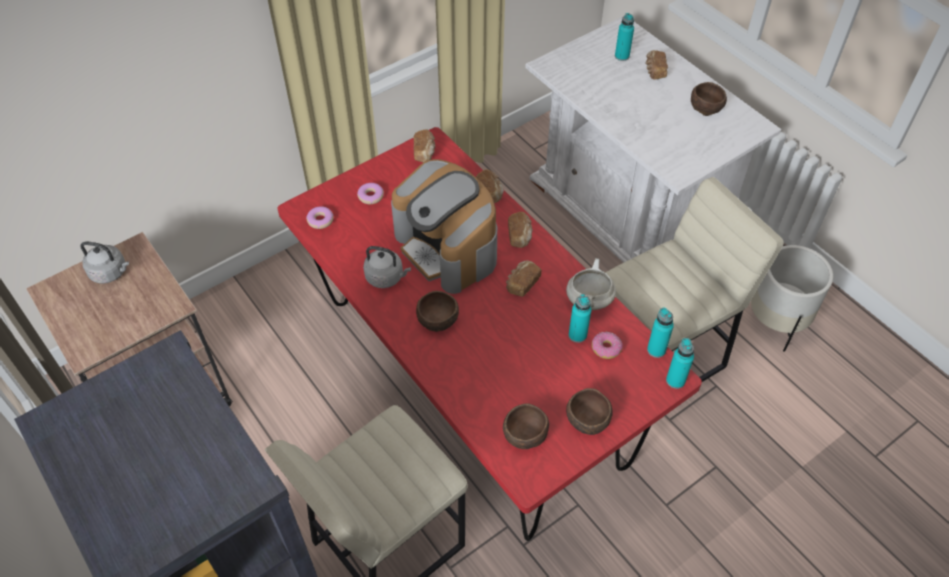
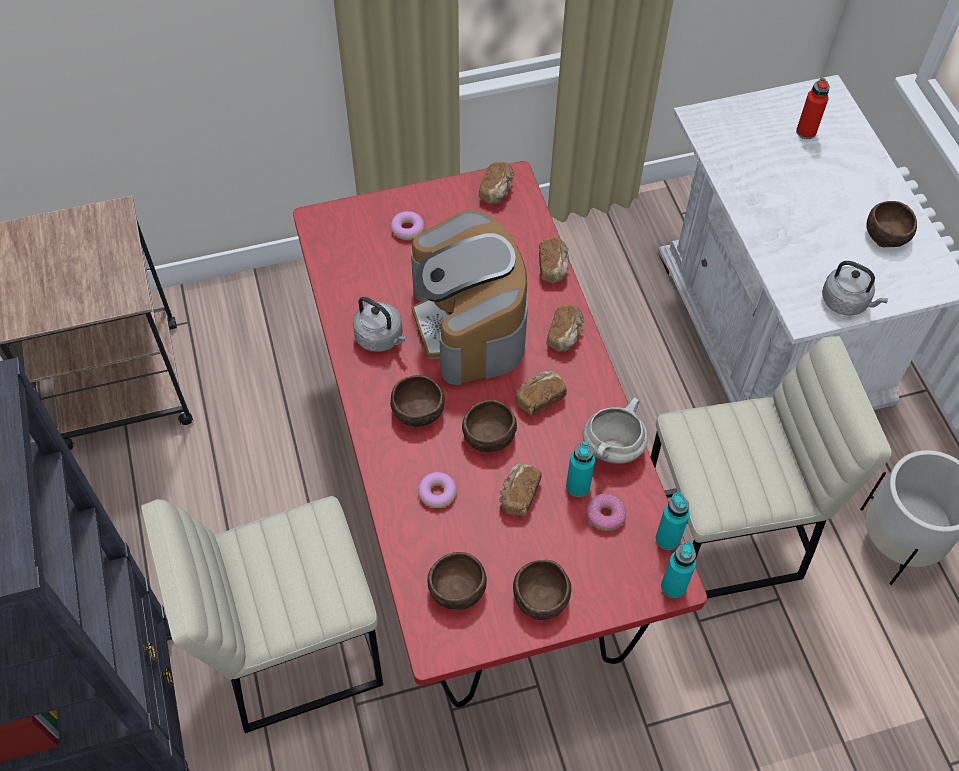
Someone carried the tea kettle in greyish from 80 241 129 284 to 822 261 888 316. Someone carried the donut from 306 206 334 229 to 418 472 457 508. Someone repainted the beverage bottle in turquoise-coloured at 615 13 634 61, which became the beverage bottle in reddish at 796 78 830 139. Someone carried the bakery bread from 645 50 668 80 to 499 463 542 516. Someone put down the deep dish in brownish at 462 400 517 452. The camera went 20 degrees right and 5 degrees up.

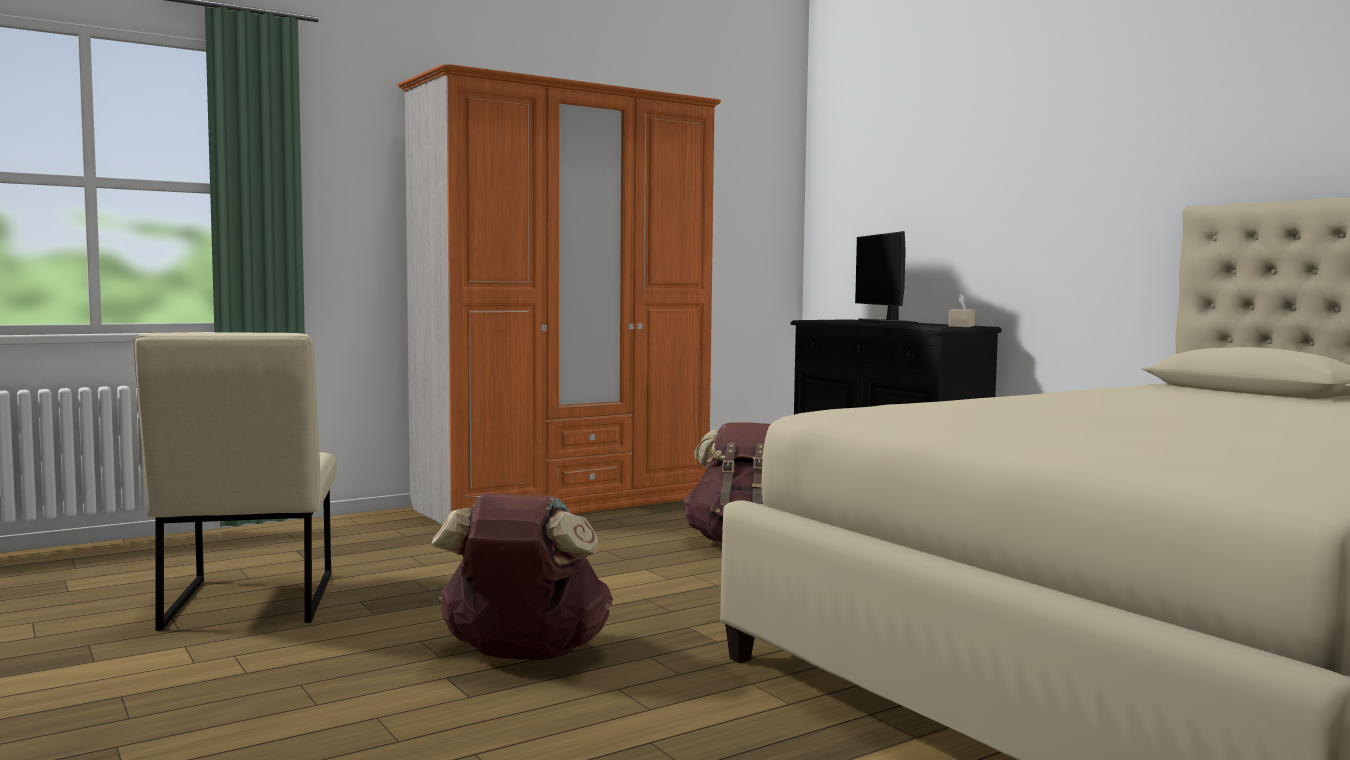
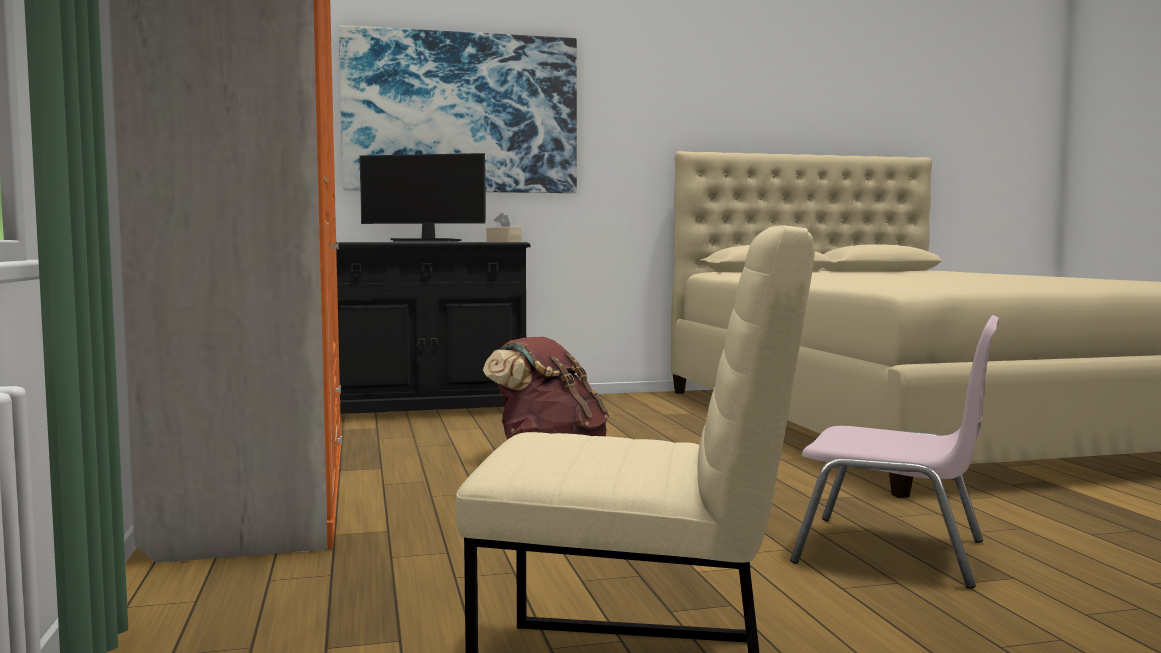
Someone swapped the rucksack in brownish at 431 493 613 660 for the plain chair in pinkish at 790 315 999 589. Someone put up the wall art at 339 25 577 193. The camera went 70 degrees left and 0 degrees up.

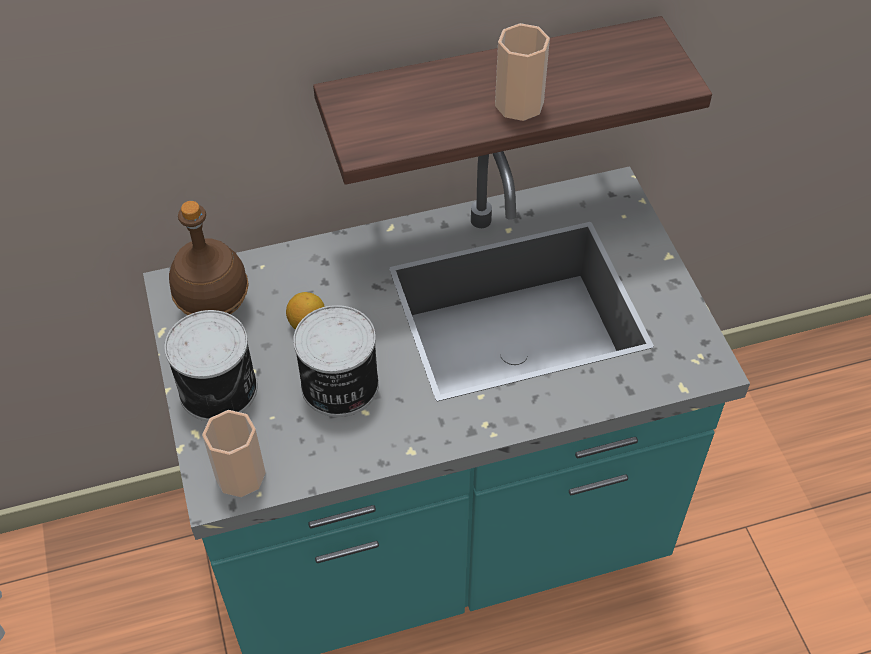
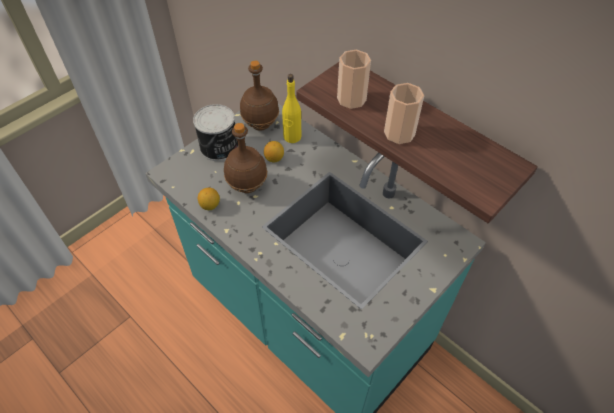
Someone carried the cup from 202 410 266 497 to 337 50 371 109. Someone swapped the metal can at 293 305 379 417 for the beverage bottle in brownish at 224 123 267 193. Someone put down the whole lemon at 198 188 220 210. Someone put down the beverage bottle in yellow-coloured at 282 74 301 143. The camera went 60 degrees right and 0 degrees up.

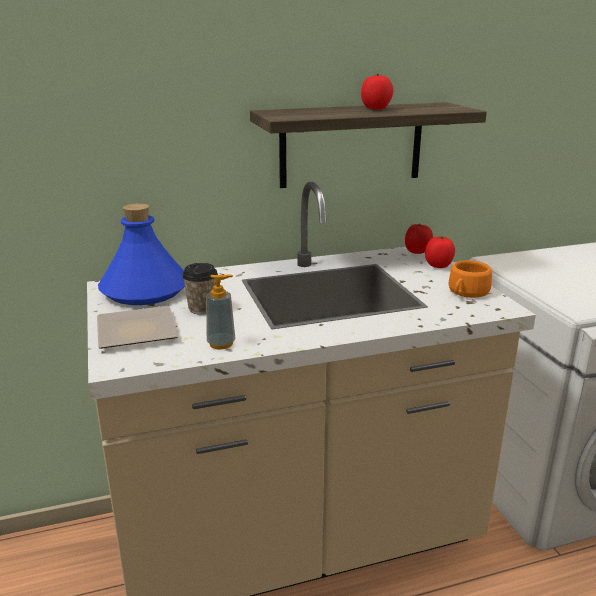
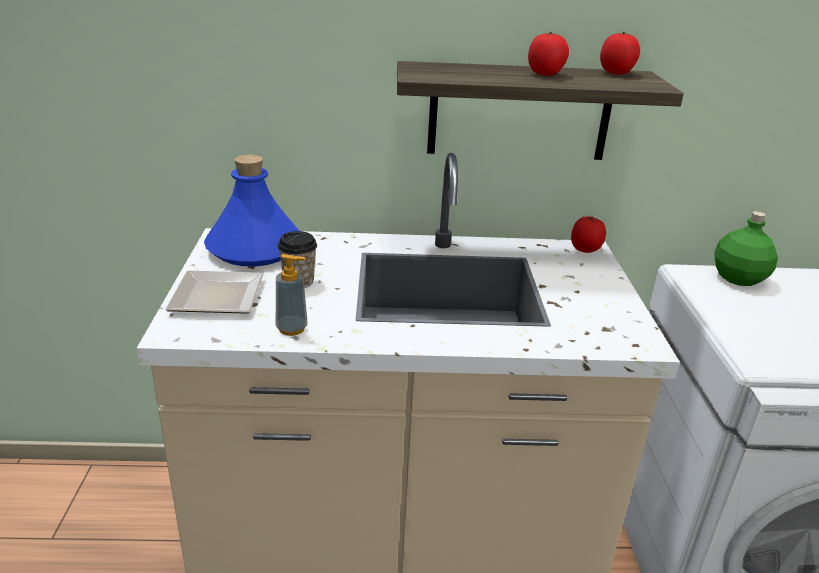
Someone carried the whole tomato from 425 237 455 268 to 600 32 640 75. Someone took away the cup in orange at 448 260 492 298. Someone put down the beverage bottle in greenish at 715 211 778 286. The camera went 15 degrees right and 5 degrees up.

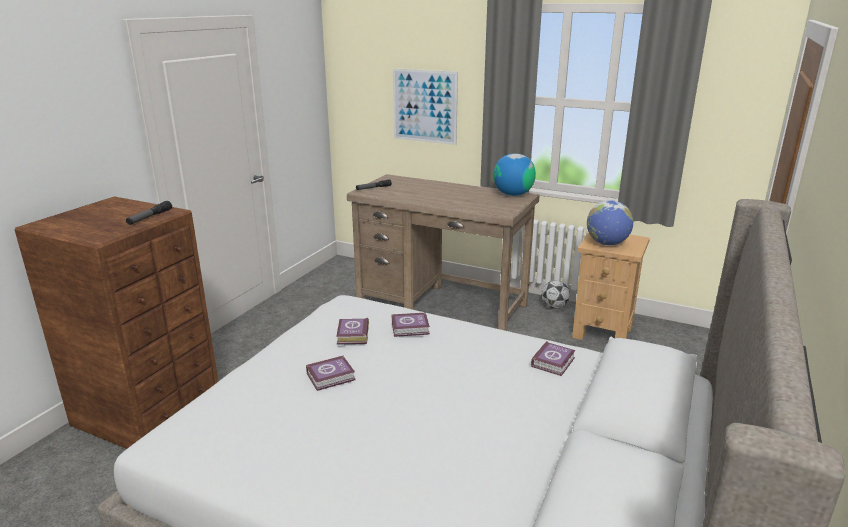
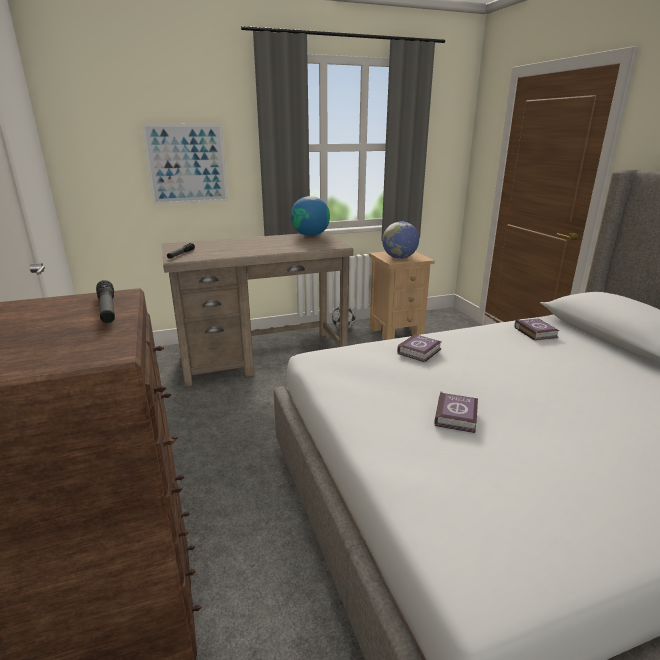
Someone took away the volume at 336 318 369 344. The camera went 45 degrees left and 0 degrees up.

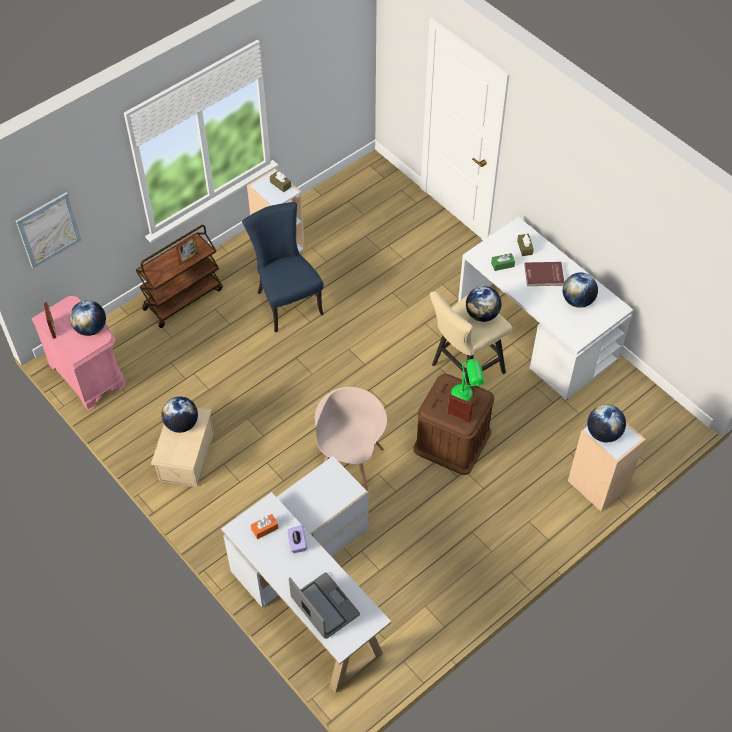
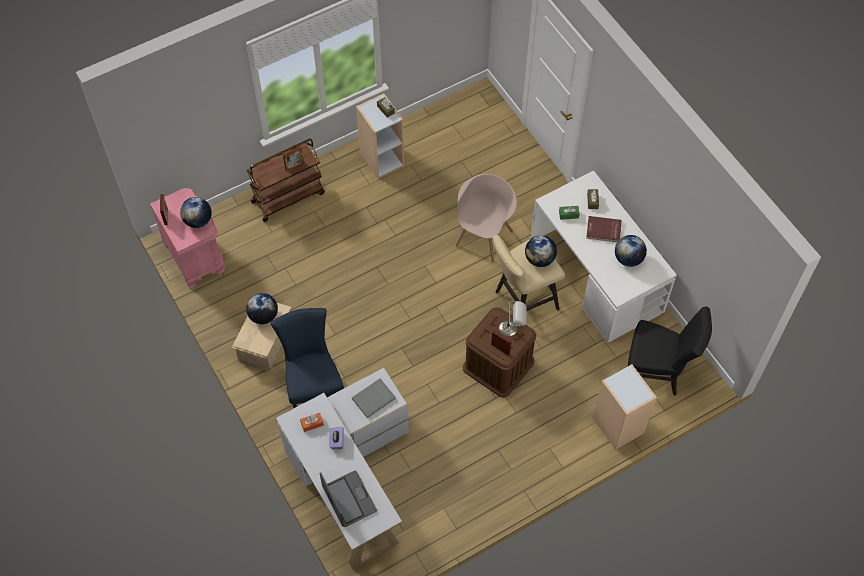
Someone took away the wall art at 16 192 81 268. Someone carried the plain chair in bluish from 242 202 324 333 to 271 308 344 408. Someone carried the plain chair in beige-coloured from 315 387 387 491 to 455 174 517 262. Someone repainted the lamp for a table in greenish at 451 359 484 401, which became the lamp for a table in white-coloured at 499 301 527 336. Someone took away the globe at 587 404 626 442. Someone put down the volume in greyish at 352 379 396 418. Someone put down the plain chair in black at 628 306 712 396. The camera went 10 degrees right and 5 degrees up.

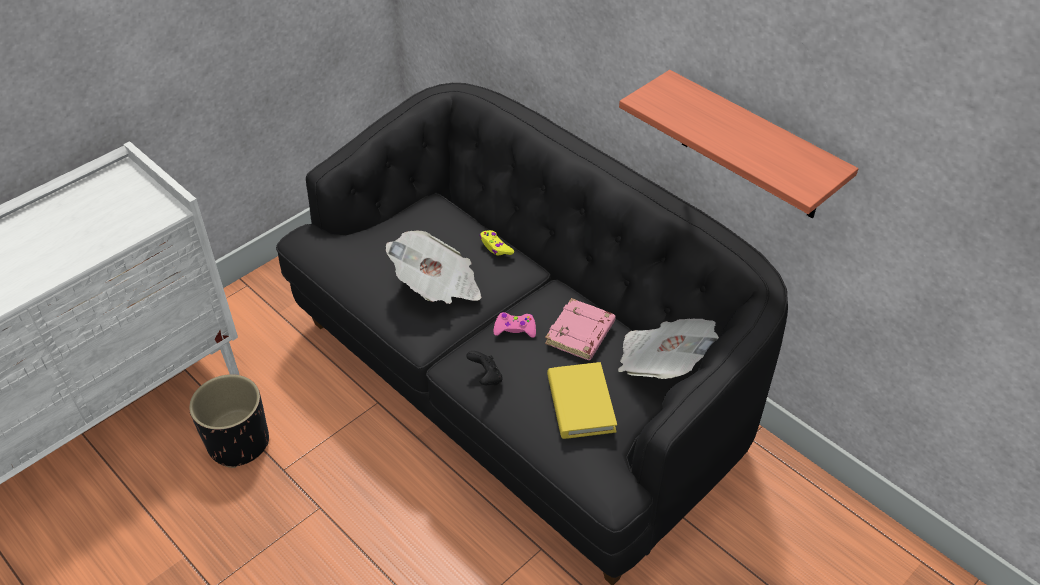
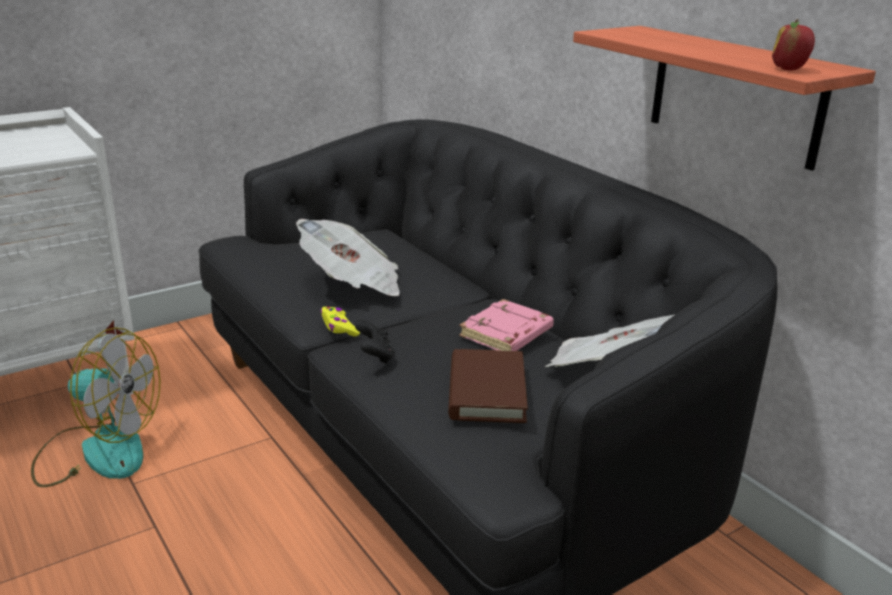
Someone swapped the planter in black at 189 374 269 468 for the fan at 31 327 161 487. Someone carried the joypad in yellow-coloured from 480 230 514 255 to 321 307 360 337. Someone took away the joypad in pinkish at 493 312 536 338. Someone repainted the volume in yellow-coloured at 547 362 617 439, which became the volume in brownish at 448 349 528 423. Someone put down the apple fruit at 772 19 815 70. The camera went 10 degrees right and 20 degrees down.

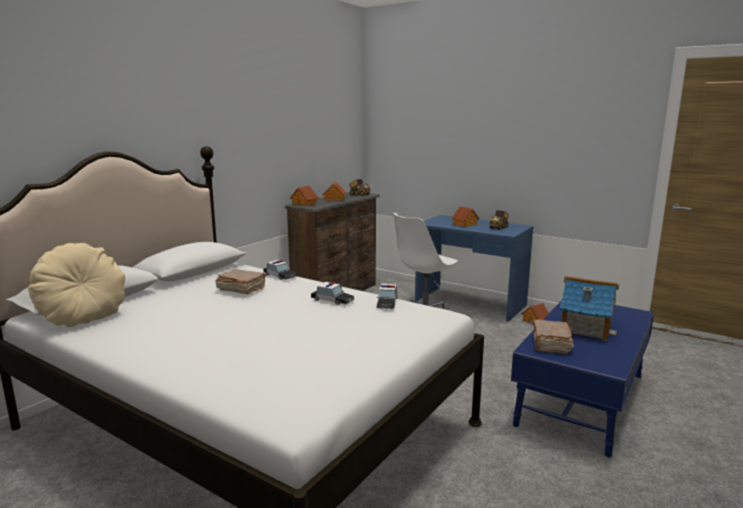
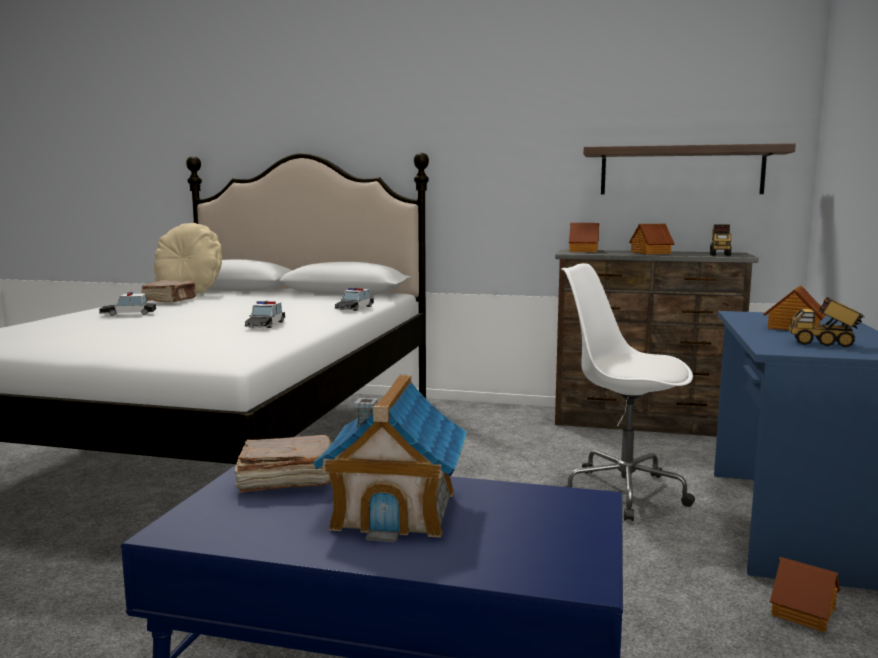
Someone carried the volume in brownish from 215 269 266 294 to 141 280 196 303. Someone carried the toy car from 377 284 397 309 to 99 292 156 316. Someone put up the shelf at 583 143 796 194. The camera went 70 degrees right and 5 degrees down.

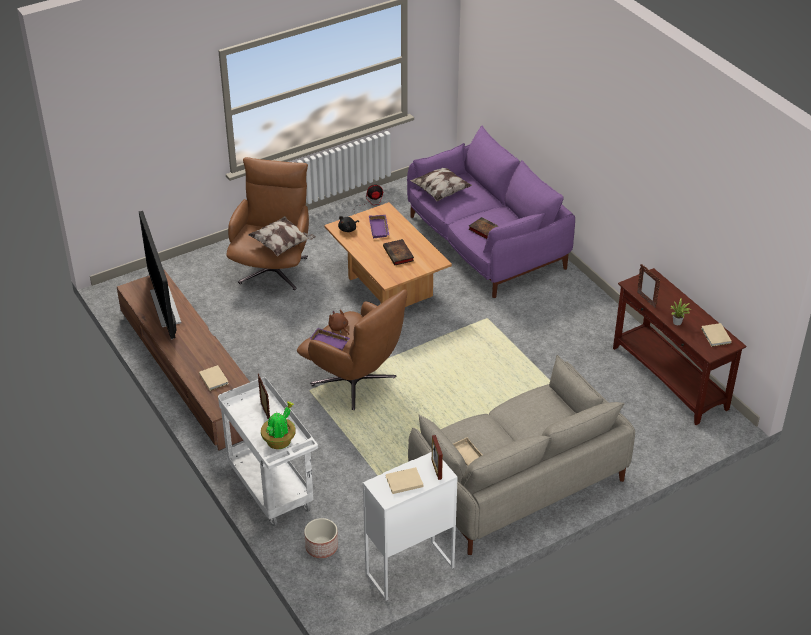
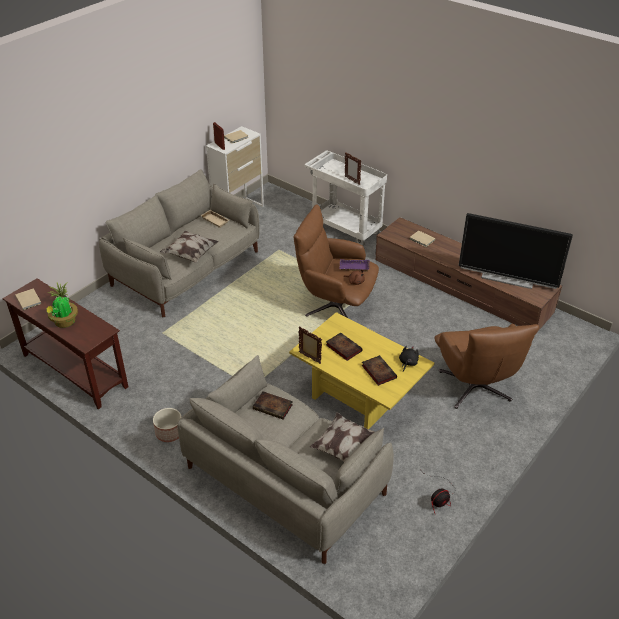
Someone rotated the TV set at 139 211 181 339 by 150 degrees clockwise. Someone carried the throw pillow from 248 216 316 256 to 160 231 219 263. Someone carried the houseplant from 261 401 296 449 to 47 296 78 328. Someone carried the planter from 304 518 338 558 to 153 408 182 442. Someone repainted the low table in brownish at 324 202 452 307, which became the low table in yellow-coloured at 289 312 434 429. Someone swapped the carrying tray in purplish at 369 215 390 238 for the volume at 362 355 397 386. Someone repainted the settee in purplish at 407 126 575 298, which became the settee in beige-coloured at 177 355 394 564. Someone carried the photo frame from 637 264 661 308 to 298 326 322 364. The camera went 160 degrees right and 0 degrees up.

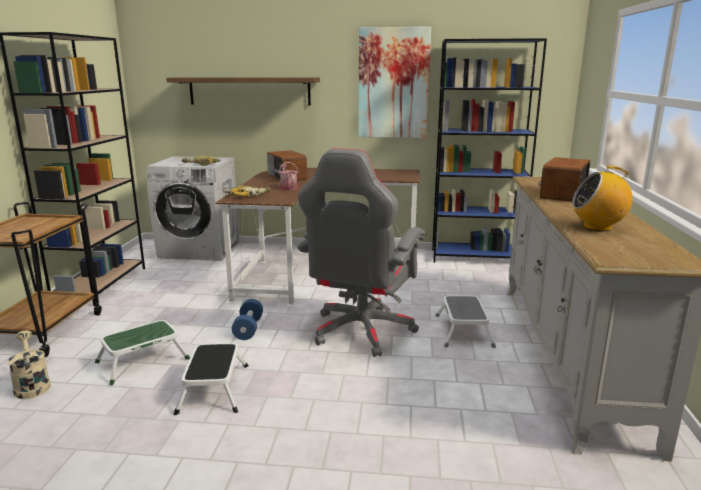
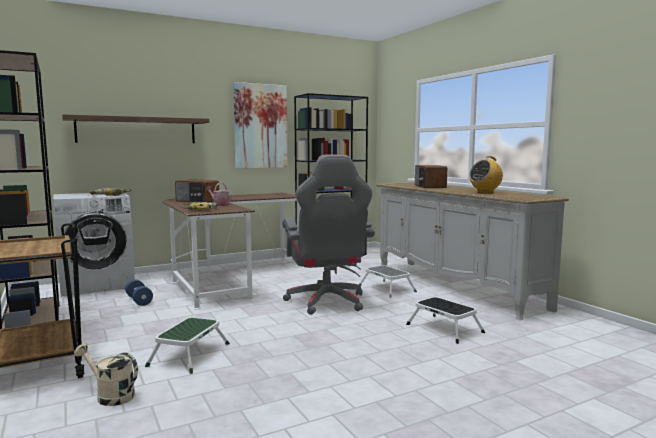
Someone carried the step ladder in black from 174 343 248 415 to 406 297 485 344. Someone carried the hand weight in bluish from 232 299 263 340 to 125 280 153 306. The camera went 35 degrees left and 10 degrees down.

